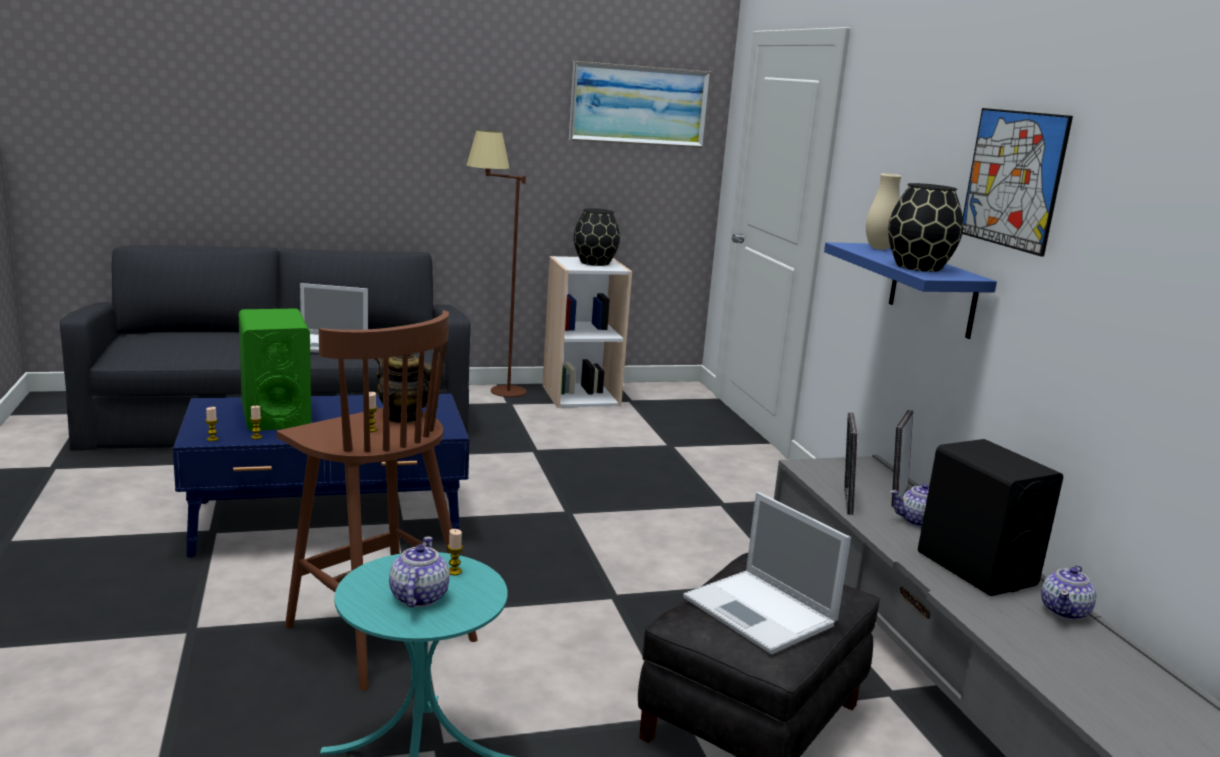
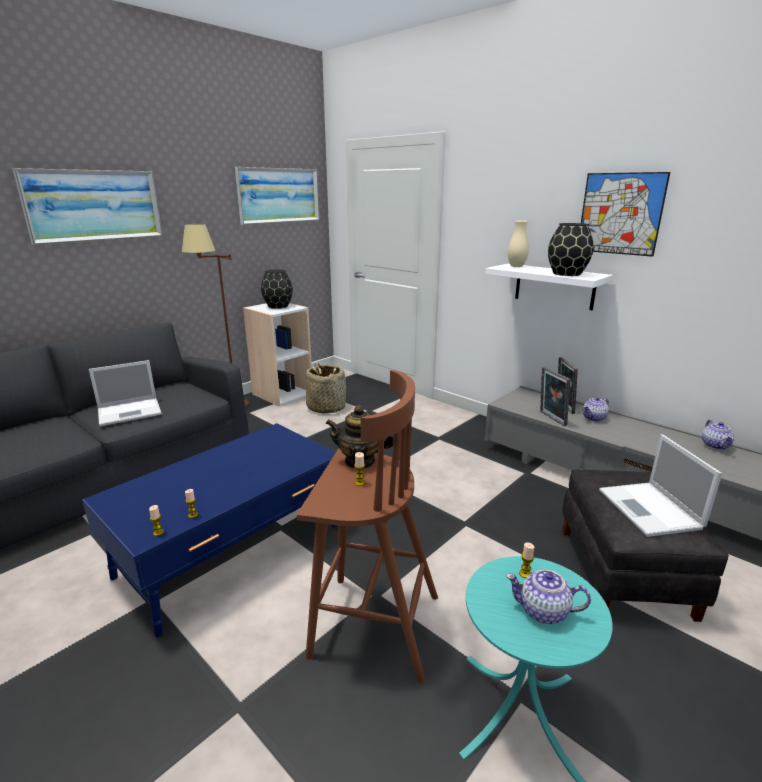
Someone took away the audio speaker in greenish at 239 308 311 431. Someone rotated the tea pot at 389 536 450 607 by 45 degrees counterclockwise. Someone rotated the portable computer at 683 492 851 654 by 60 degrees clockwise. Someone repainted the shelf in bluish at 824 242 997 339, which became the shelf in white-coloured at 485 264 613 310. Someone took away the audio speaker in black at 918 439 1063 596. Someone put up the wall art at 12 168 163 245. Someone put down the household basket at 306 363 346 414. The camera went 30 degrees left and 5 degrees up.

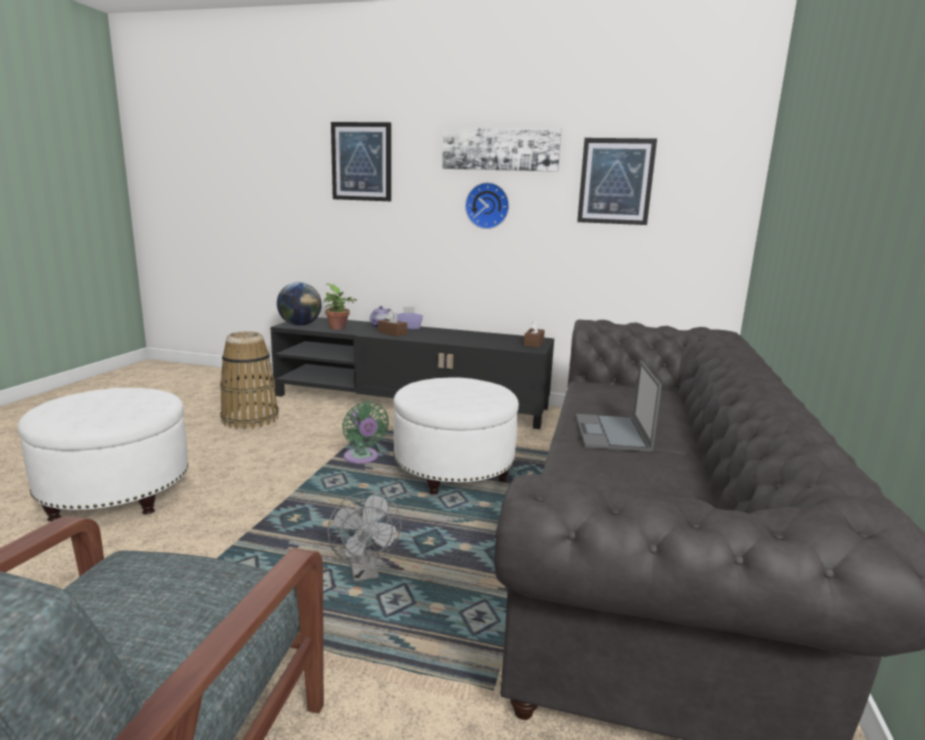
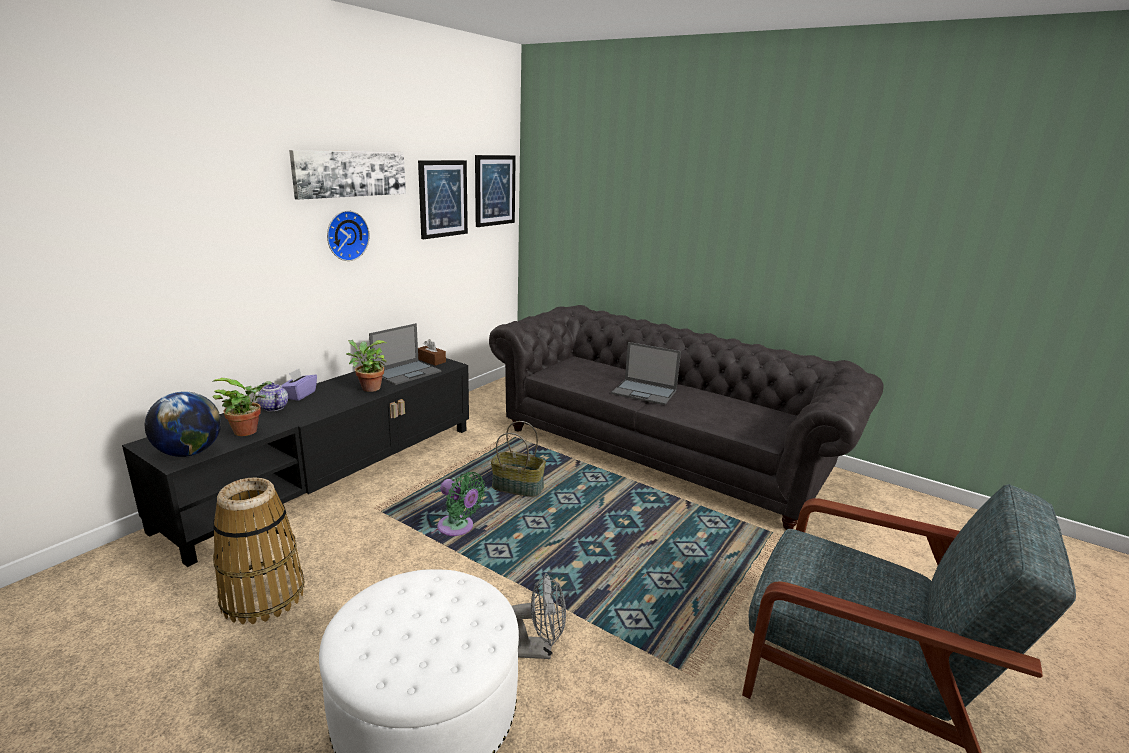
Someone carried the fan in greyish from 327 491 402 582 to 512 573 566 659. Someone carried the wall art from 331 122 391 201 to 475 155 516 227. Someone rotated the fan in greenish at 342 401 389 464 by 45 degrees clockwise. Someone took away the box of tissues in brownish at 378 310 407 337. Someone swapped the footrest in white-coloured at 394 377 519 495 for the household basket at 491 421 546 497. Someone put down the houseplant at 346 340 387 392. Someone put down the portable computer at 369 323 441 385. The camera went 70 degrees left and 5 degrees up.

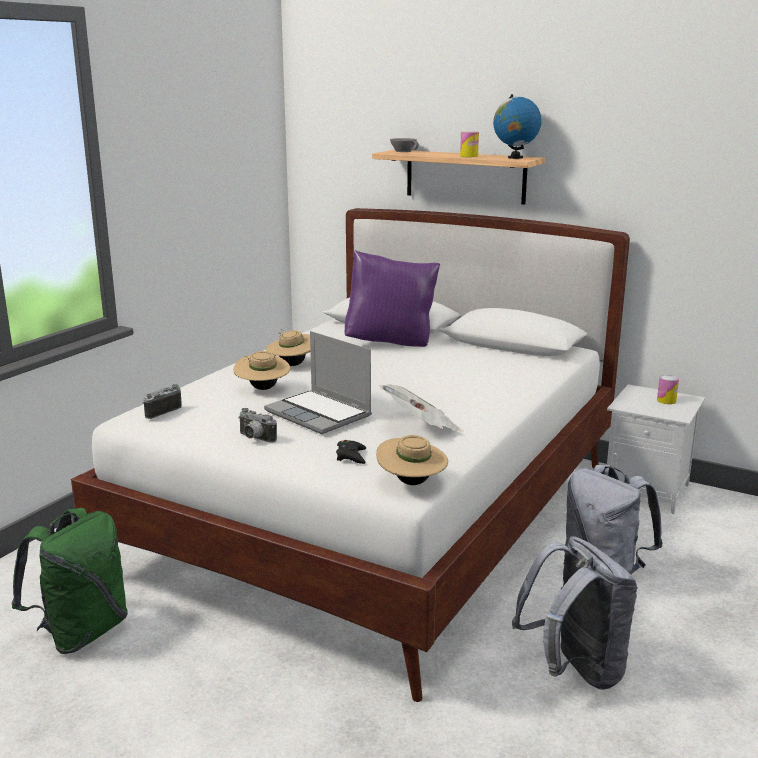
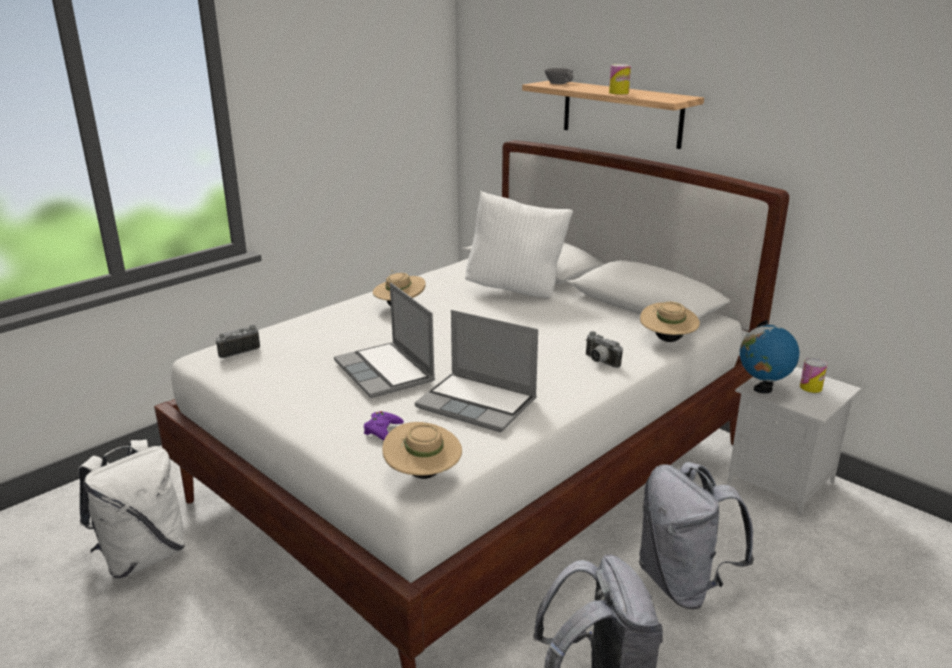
Someone repainted the rucksack in greenish at 11 508 128 654, which became the rucksack in white-coloured at 78 440 186 578. Someone carried the hat in beige-coloured from 234 351 290 390 to 640 302 700 342. Someone carried the photo camera from 238 408 277 443 to 586 331 623 368. Someone repainted the joypad in black at 336 440 366 464, which became the joypad in purplish at 364 411 404 440. Someone repainted the throw pillow in purplish at 345 250 440 347, which became the throw pillow in white-coloured at 465 191 573 298. Someone swapped the newspaper at 379 384 464 432 for the portable computer at 415 310 538 432. Someone carried the globe from 493 94 542 159 to 740 320 799 394. The camera went 15 degrees right and 5 degrees up.

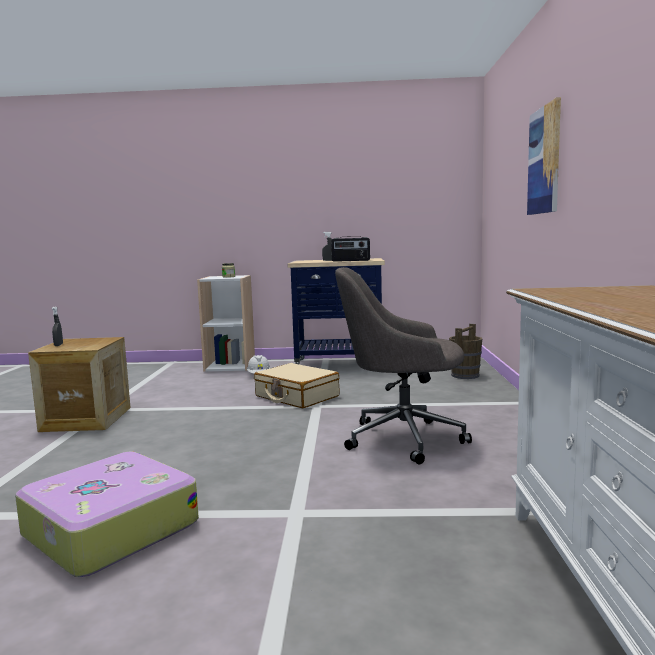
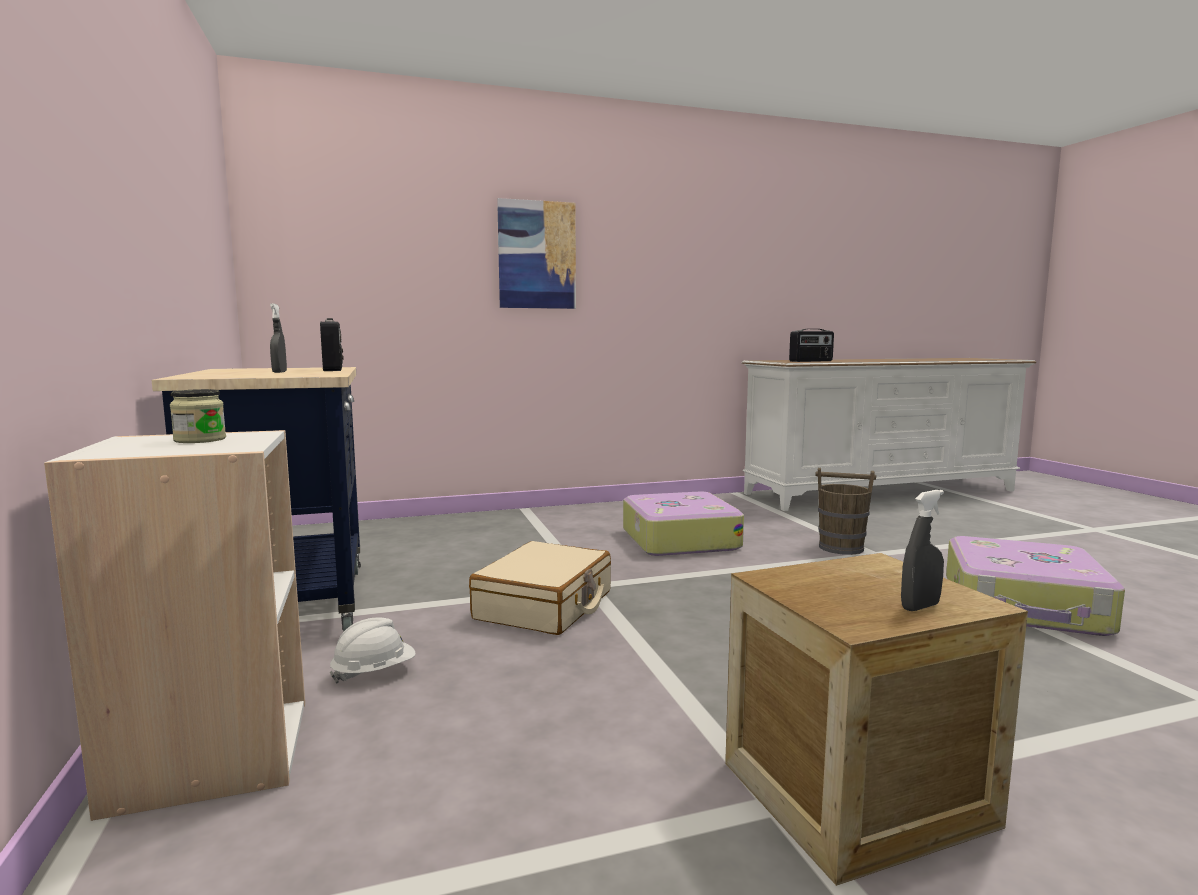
Someone swapped the computer chair in greyish at 335 267 472 464 for the suitcase at 623 492 744 556. Someone carried the bucket in brownish from 449 324 482 379 to 815 468 876 555. Someone put down the radio set at 789 329 834 362. The camera went 110 degrees left and 0 degrees up.

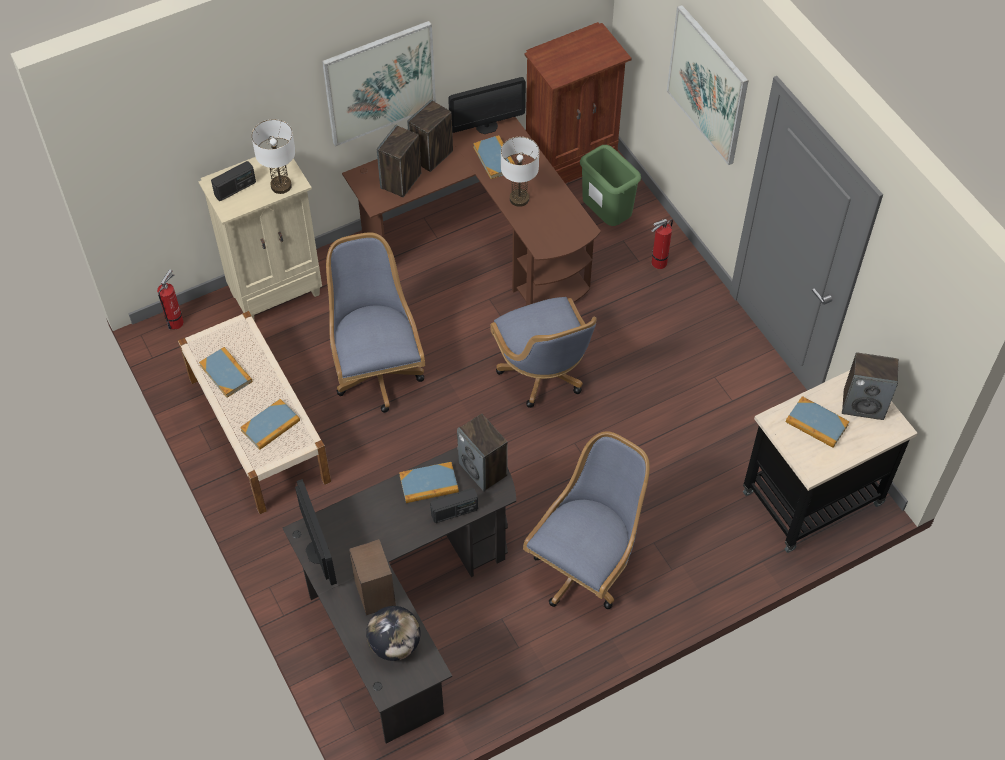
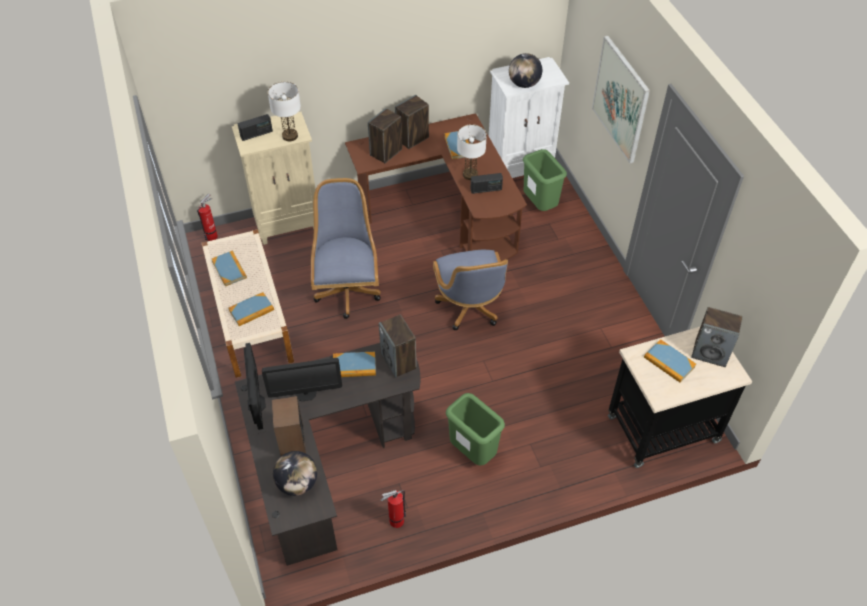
Someone took away the wall art at 322 21 436 147. Someone carried the radio set from 430 488 478 523 to 470 173 503 194. Someone carried the monitor from 448 77 526 134 to 262 358 342 402. Someone swapped the computer chair in bluish at 523 431 650 609 for the waste bin in greenish at 446 393 505 466. Someone repainted the cabinet in brownish at 524 22 632 183, which became the cabinet in white-coloured at 489 57 569 178. Someone carried the extinguisher from 652 219 673 269 to 381 490 406 528. Someone put down the globe at 509 53 542 88. The camera went 10 degrees right and 5 degrees down.

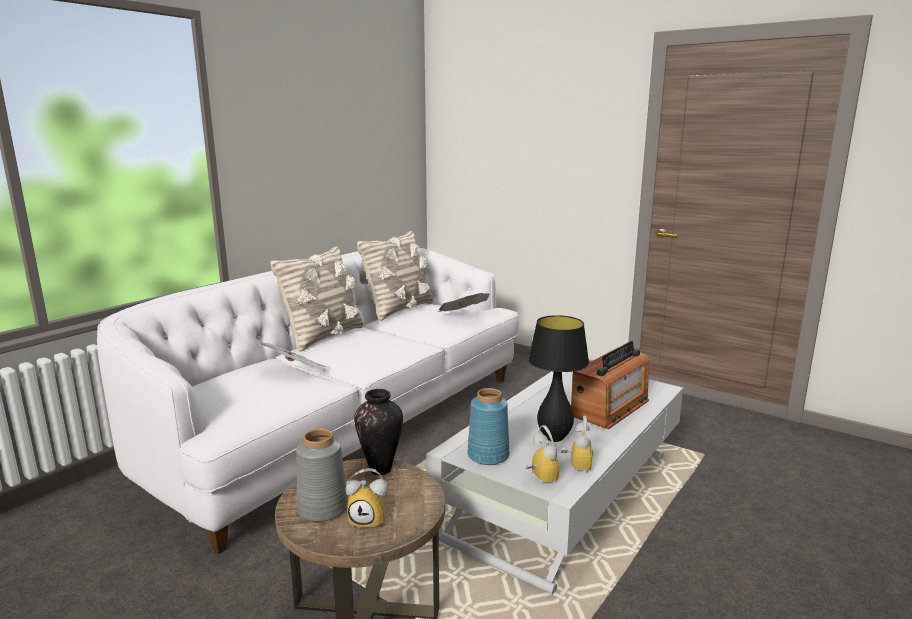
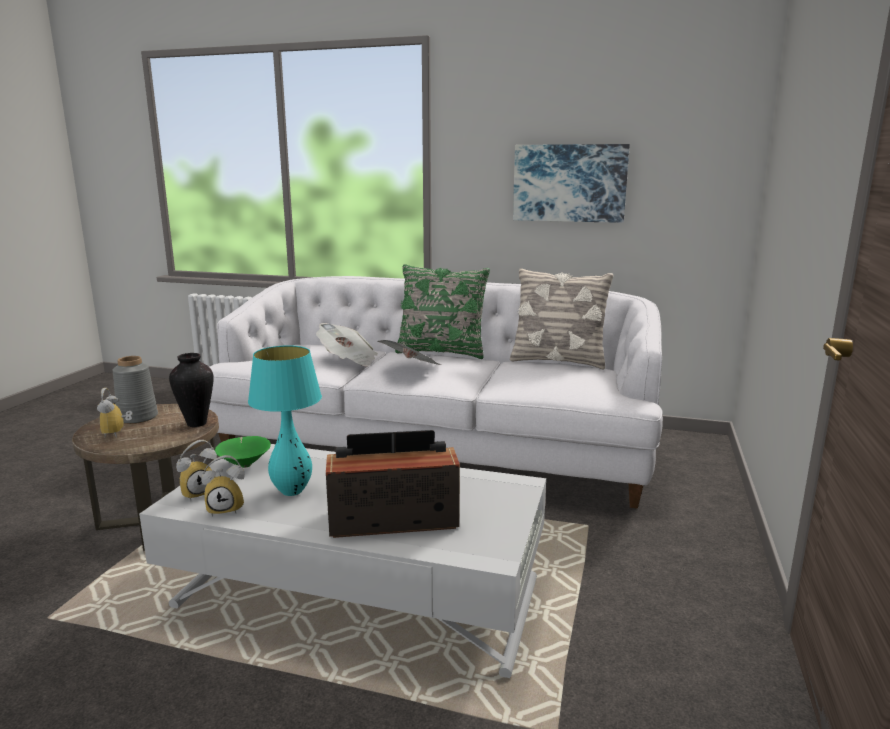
Someone repainted the throw pillow in beige-coloured at 270 247 363 352, which became the throw pillow in greenish at 395 264 490 359. Someone carried the newspaper from 439 293 490 312 to 377 340 442 365. Someone swapped the vase in bluish at 467 388 509 465 for the deep dish in greenish at 215 436 271 468. Someone repainted the lamp for a table in black at 528 315 589 442, which became the lamp for a table in turquoise-coloured at 248 345 322 496. Someone rotated the radio set at 571 341 649 429 by 150 degrees clockwise. Someone put up the wall art at 513 144 630 223. The camera went 70 degrees right and 0 degrees up.

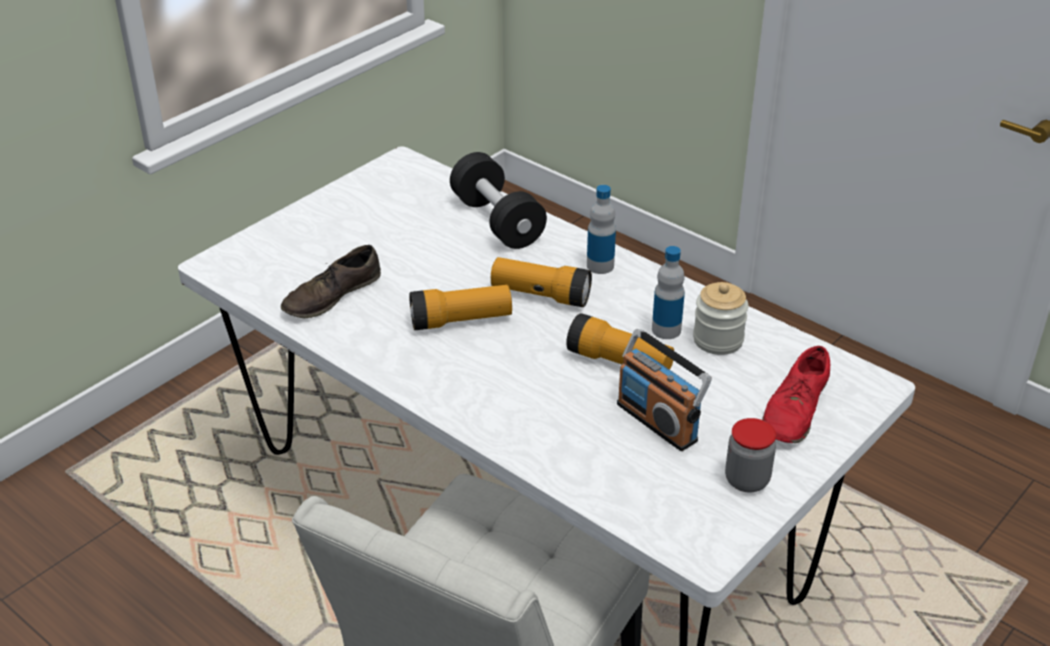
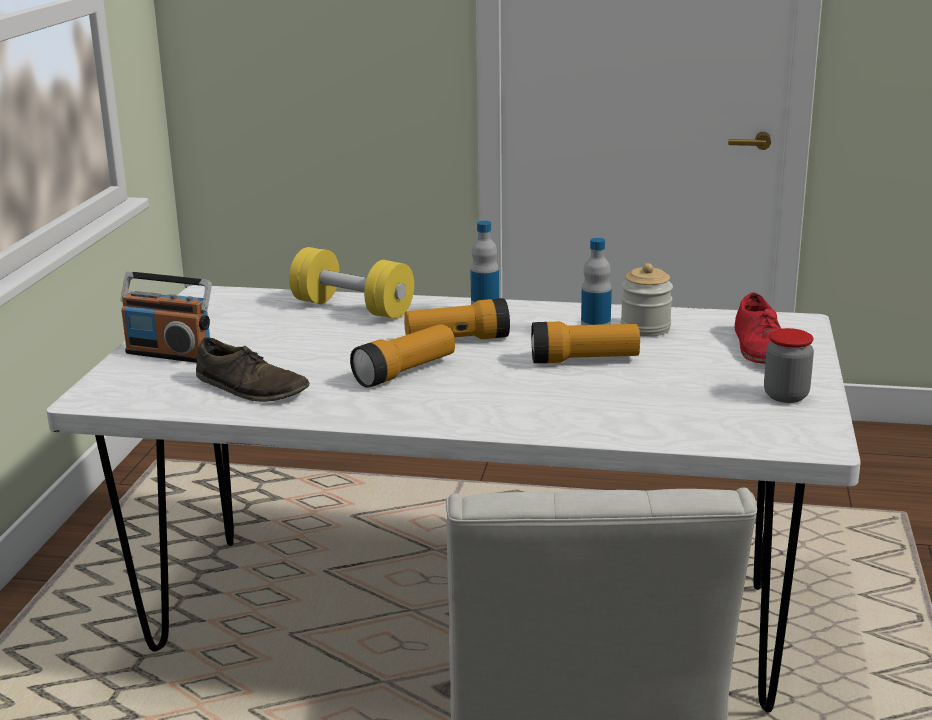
Someone rotated the shoe in brownish at 281 245 381 318 by 75 degrees counterclockwise. Someone repainted the hand weight in black at 450 152 547 249, which became the hand weight in yellow-coloured at 289 247 414 319. Someone carried the radio set from 617 329 712 451 to 120 271 212 363. The camera went 30 degrees left and 15 degrees down.

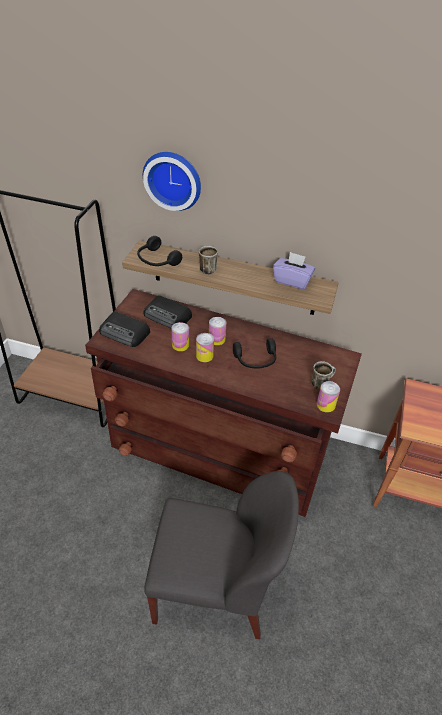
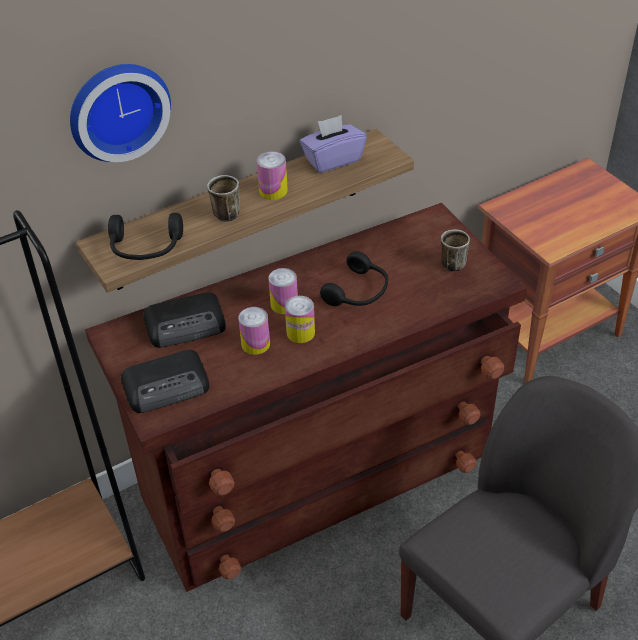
Someone carried the metal can from 317 381 340 413 to 257 152 288 200. The camera went 45 degrees left and 0 degrees up.

